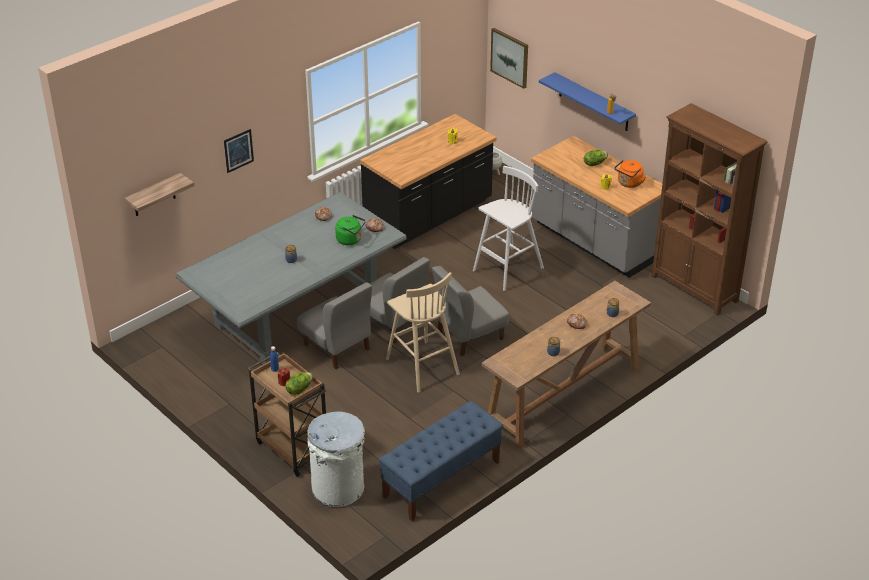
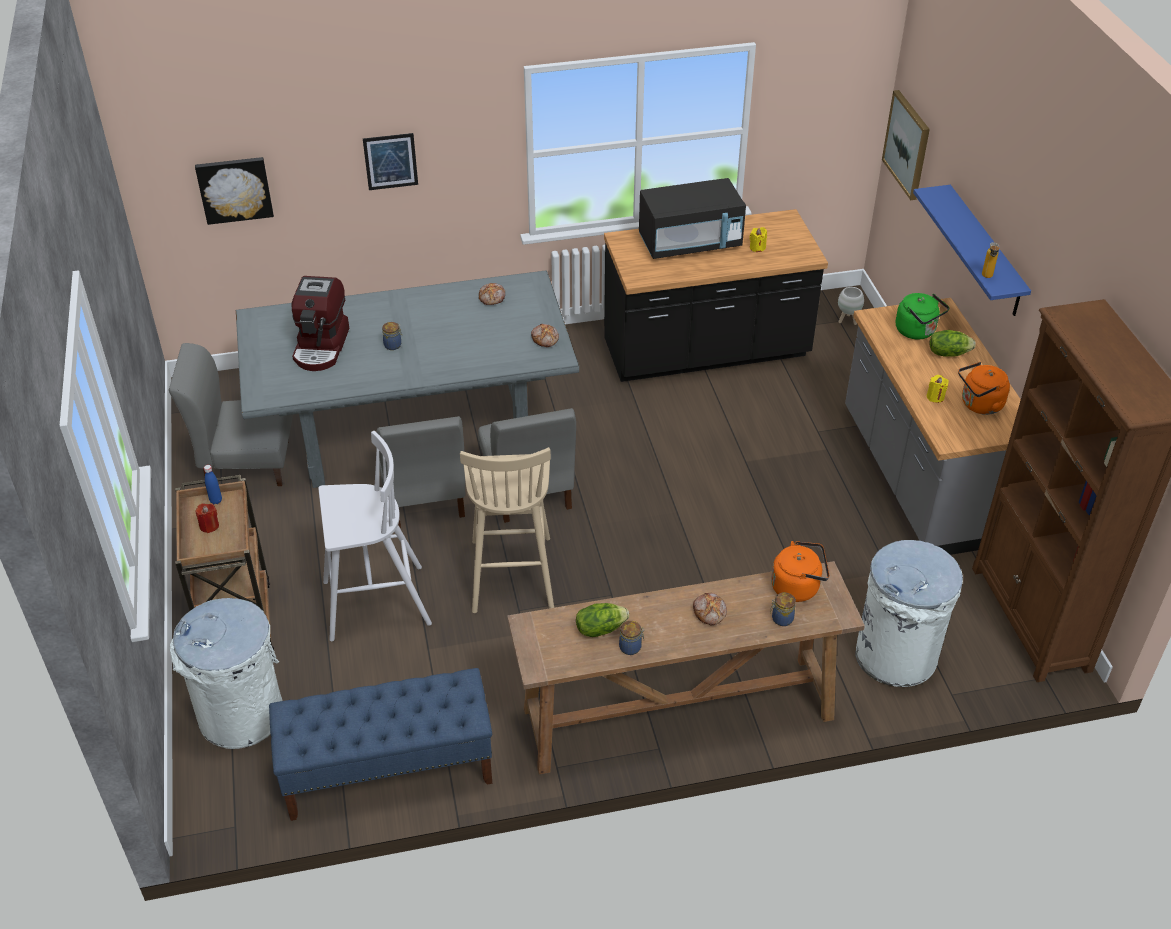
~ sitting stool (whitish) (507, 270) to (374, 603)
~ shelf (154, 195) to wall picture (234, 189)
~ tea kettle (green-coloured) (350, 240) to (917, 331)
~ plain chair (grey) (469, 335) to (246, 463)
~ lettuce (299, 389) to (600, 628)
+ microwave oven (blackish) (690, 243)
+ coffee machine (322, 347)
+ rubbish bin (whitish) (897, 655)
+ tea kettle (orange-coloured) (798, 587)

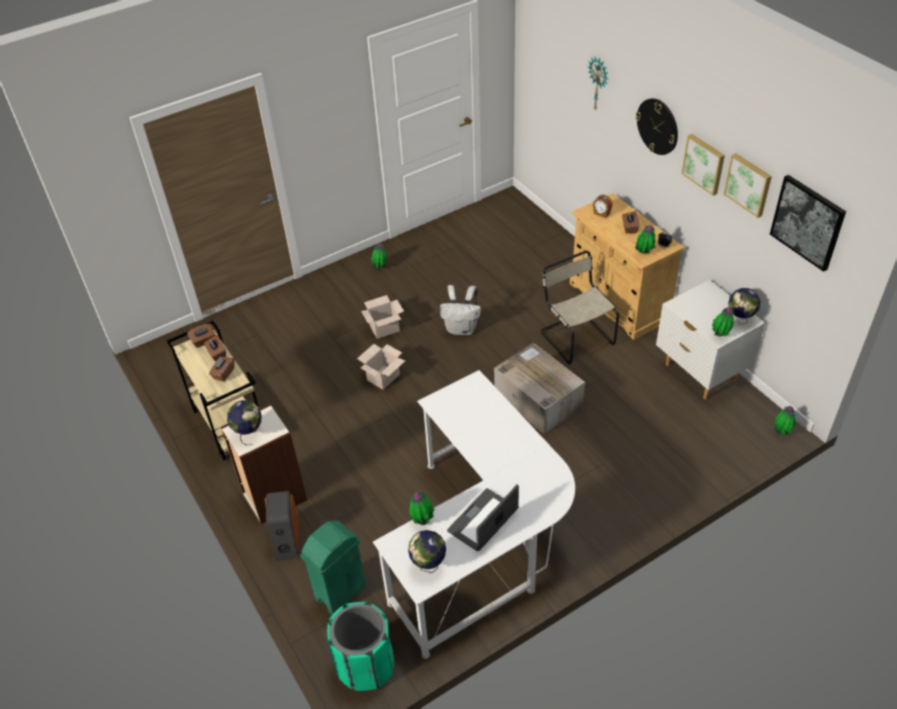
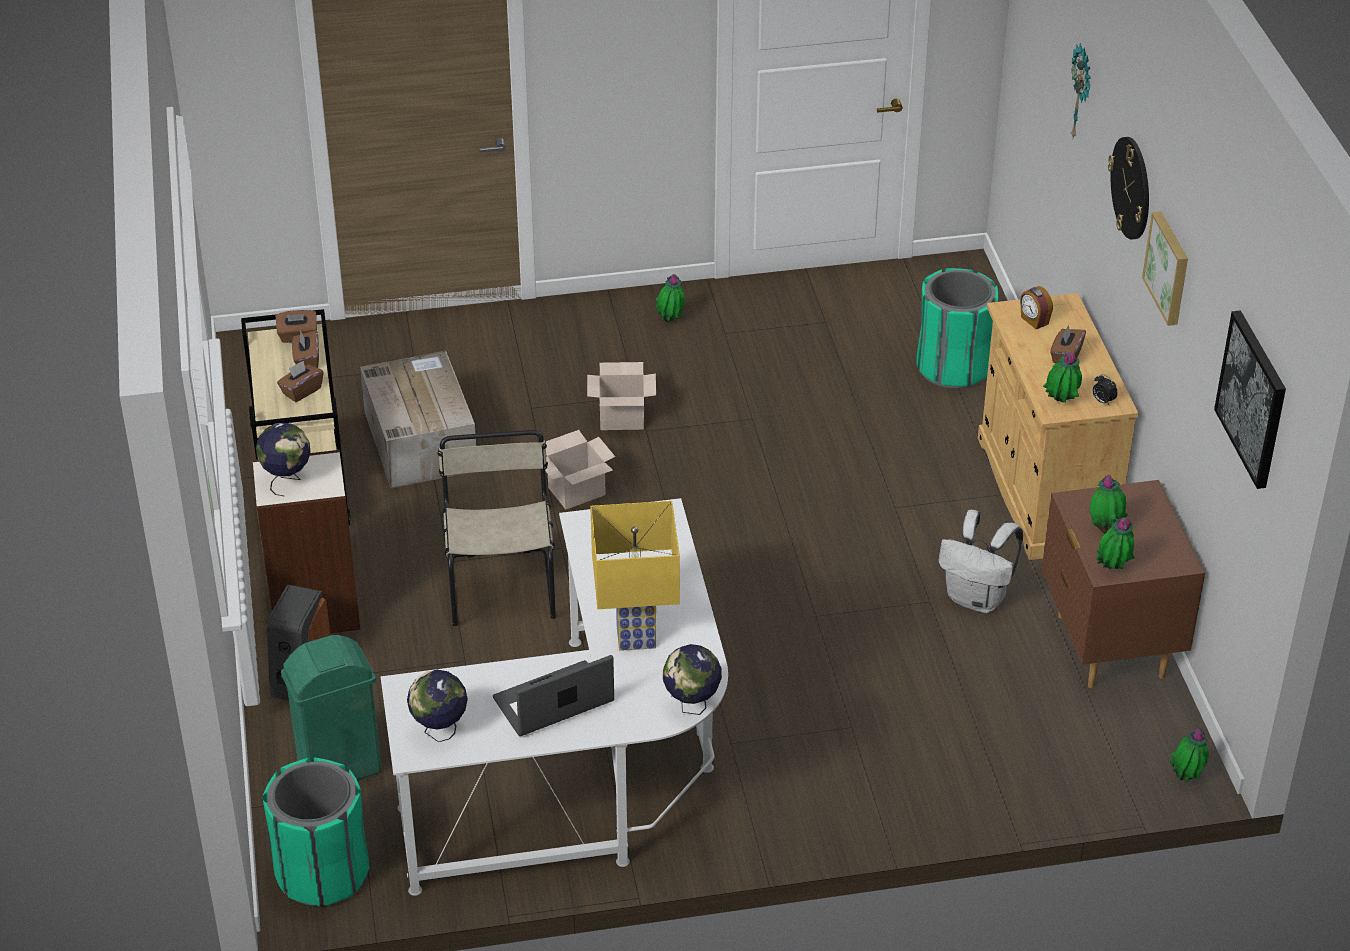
- wall picture (749, 184)
~ plain chair (beige) (575, 337) to (501, 585)
~ nightstand (whitish) (700, 373) to nightstand (brownish) (1108, 646)
~ rucksack (whitish) (462, 329) to (977, 599)
~ world globe (740, 320) to (692, 706)
~ packing box (537, 399) to (419, 440)
~ plant in a pot (422, 520) to (1105, 529)
+ rubbish bin (green-coloured) (953, 366)
+ tabletop lamp (yellowish) (635, 637)

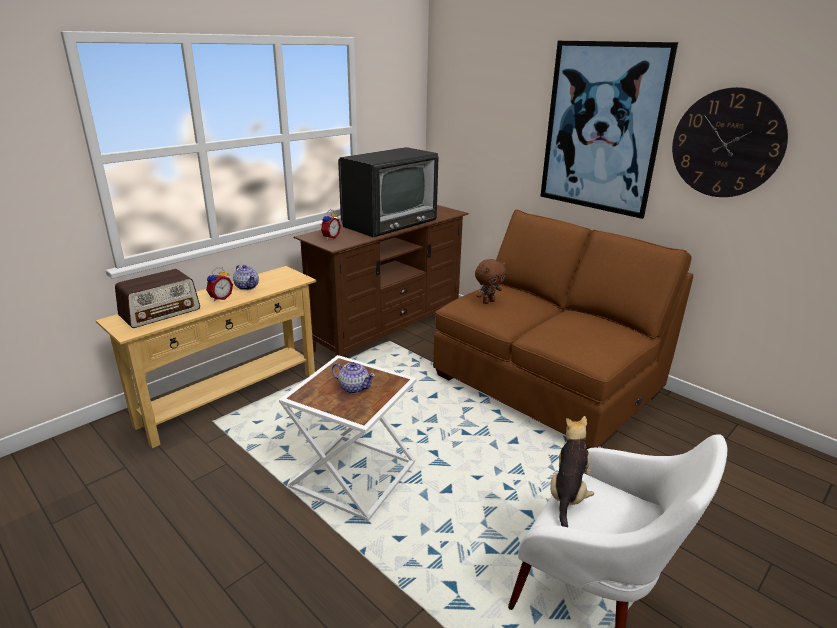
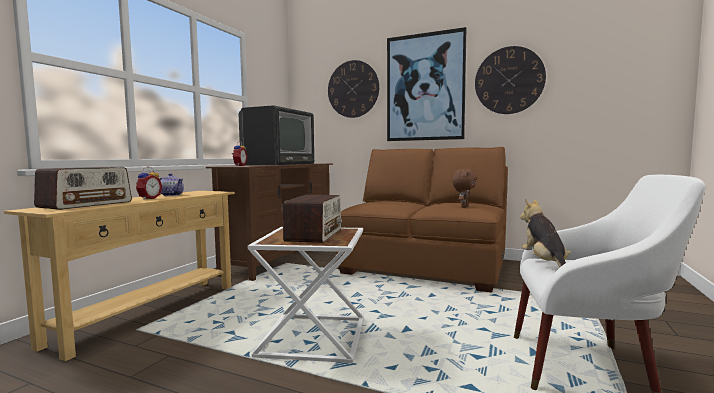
~ plush toy (brownish) (488, 302) to (464, 207)
~ tea pot (353, 387) to radio (314, 234)
+ wall clock (353, 89)

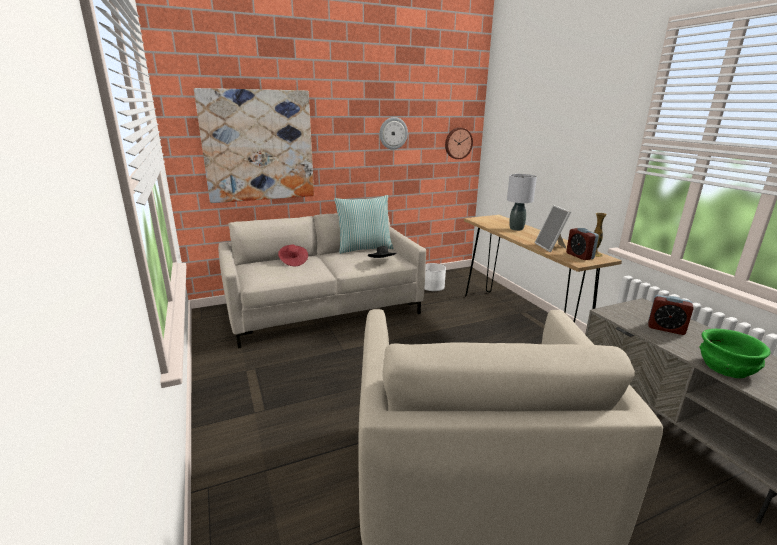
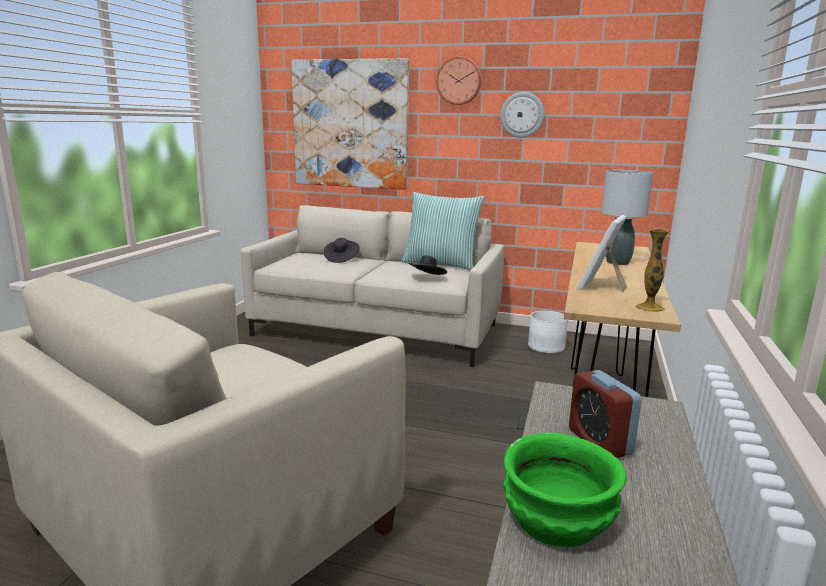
~ wall clock (458, 143) to (459, 81)
- table clock (579, 256)
~ hat (red) (293, 262) to hat (blackish) (341, 259)

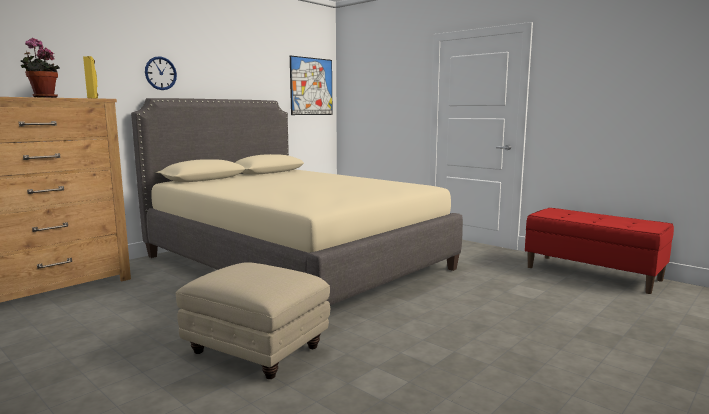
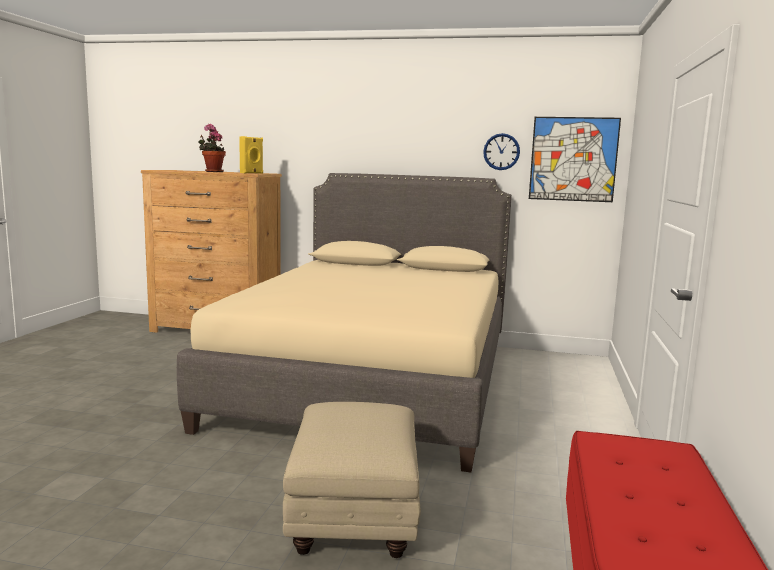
~ wall clock (160, 73) to (501, 151)
~ ottoman (beige) (258, 351) to (354, 519)

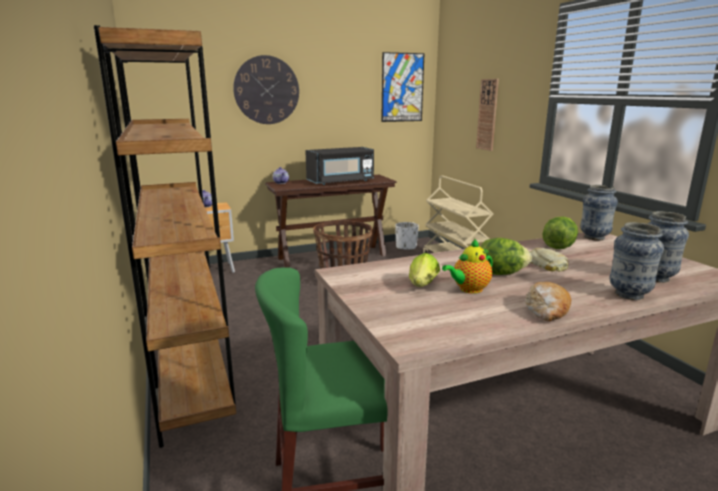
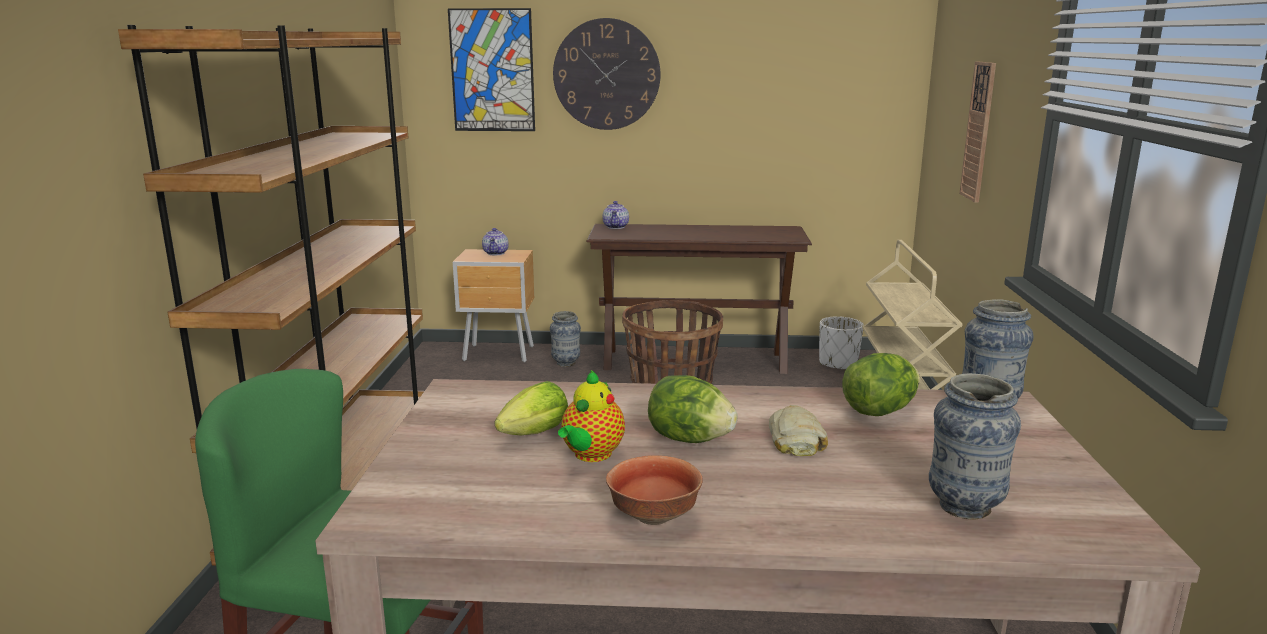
~ wall picture (402, 87) to (492, 70)
- microwave oven (blackish) (341, 181)
~ vase (629, 295) to (566, 363)
~ tea pot (469, 289) = (591, 455) 60 degrees counterclockwise
~ bakery bread (547, 310) to bowl (652, 517)

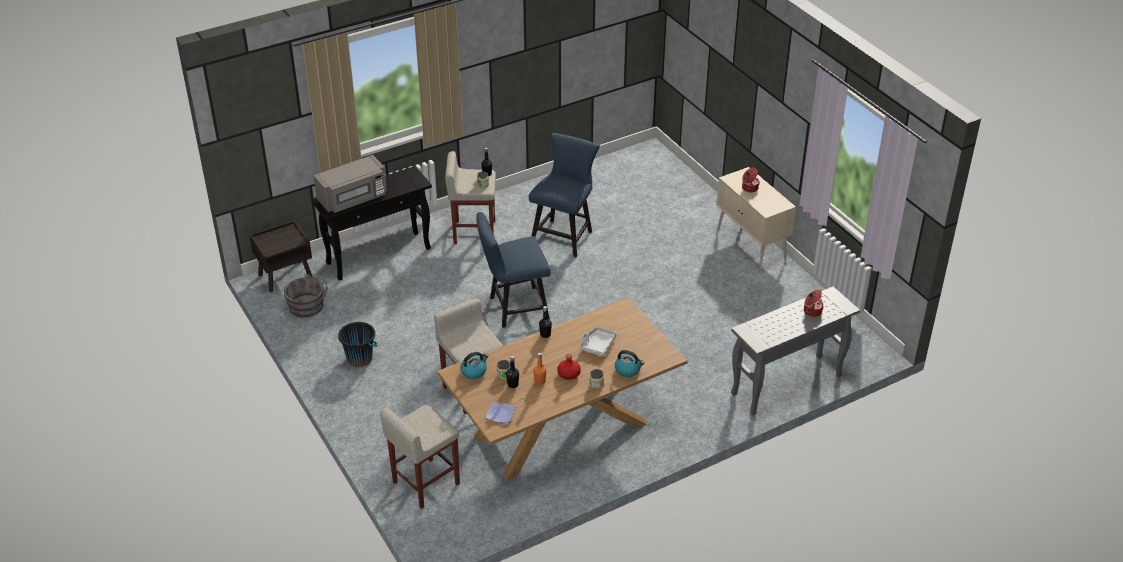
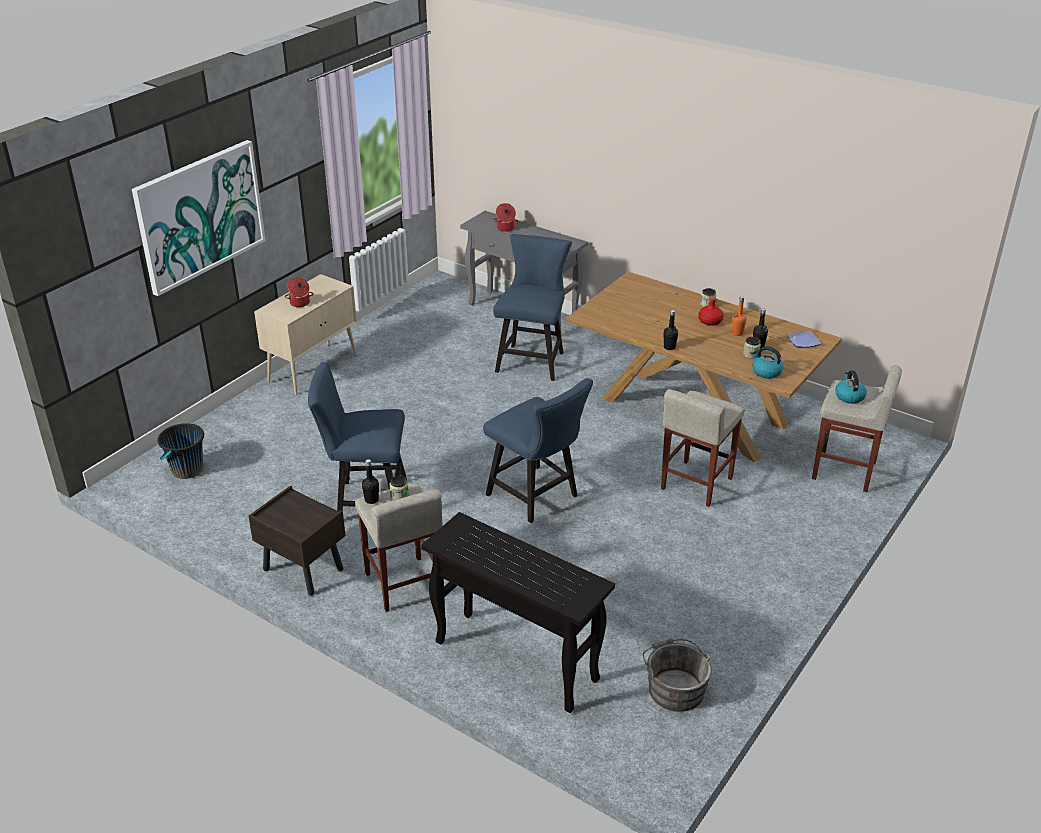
- microwave oven (grey) (353, 199)
~ nightstand (brownish) (286, 276) to (302, 569)
~ bucket (blackish) (360, 358) to (187, 470)
- serving tray (grey) (598, 345)
~ tea kettle (628, 370) to (849, 396)
+ wall picture (200, 215)
+ plain chair (blue-coloured) (532, 359)

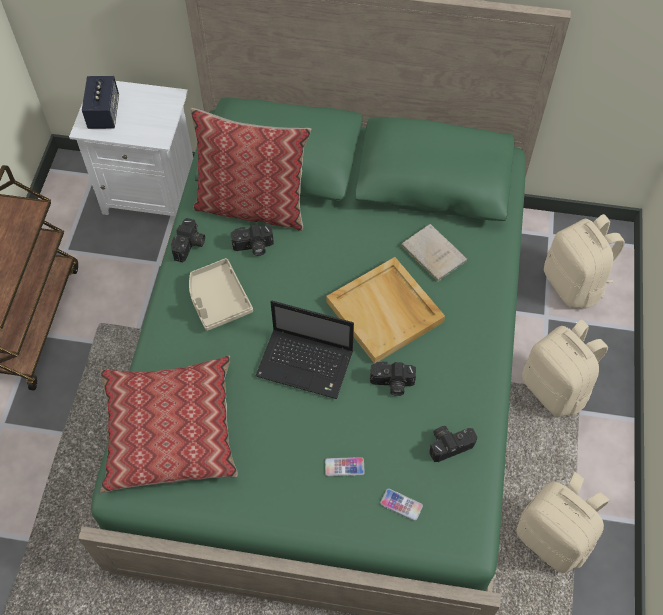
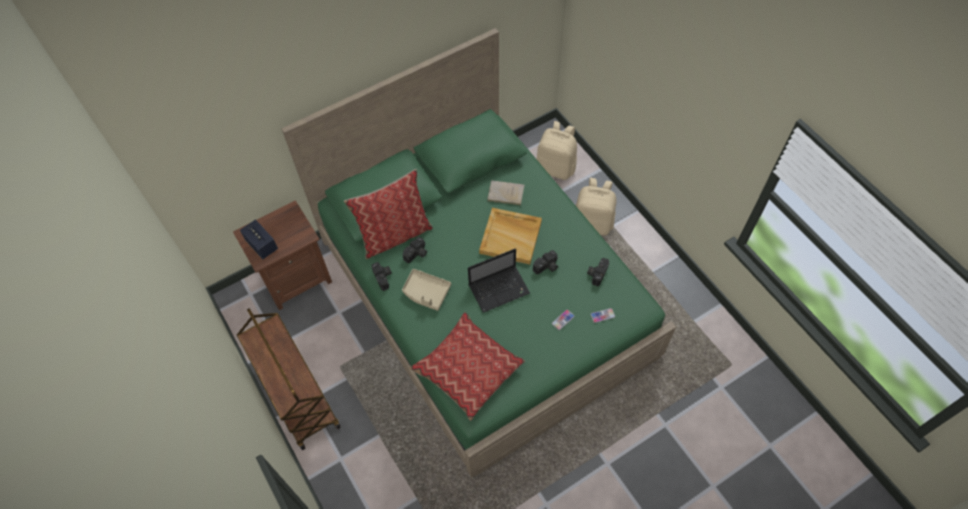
~ nightstand (whitish) (151, 192) to nightstand (brownish) (295, 278)
- rucksack (beige) (553, 537)

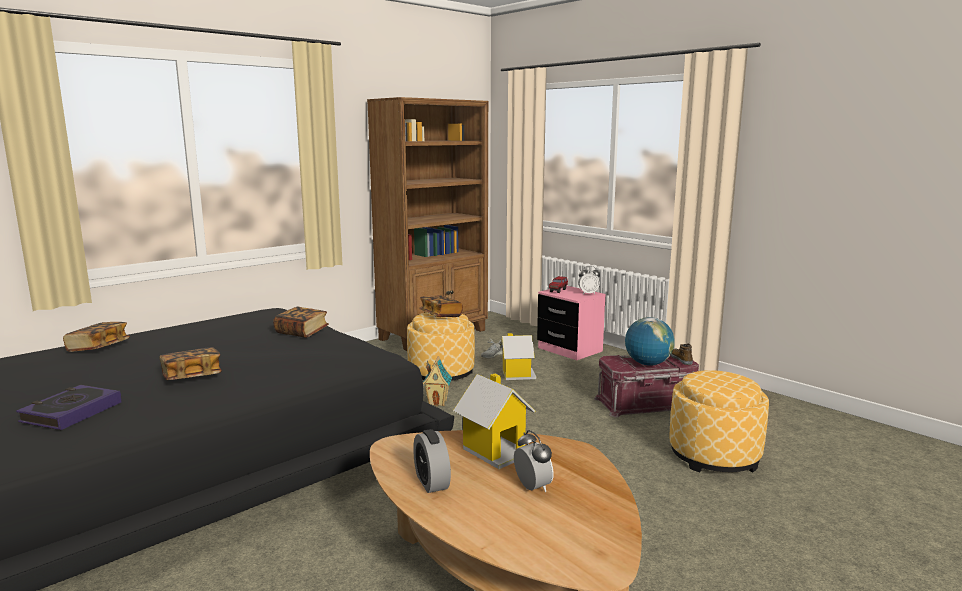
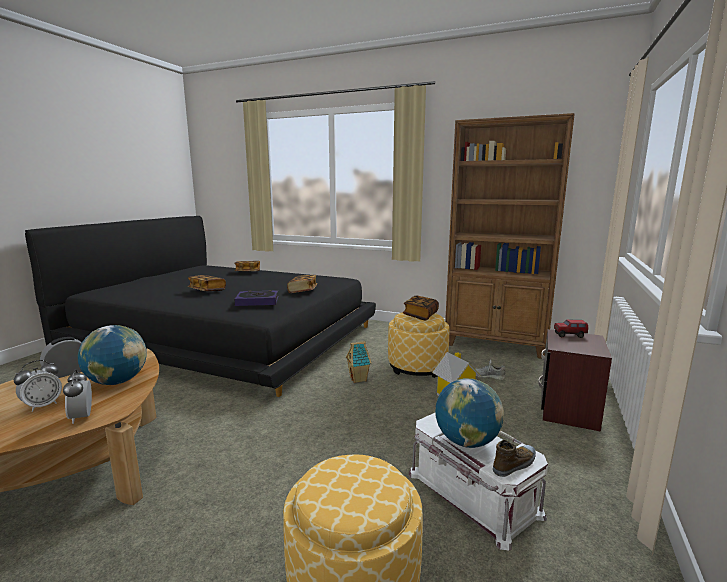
~ table clock (588, 293) to (82, 417)
~ nightstand (pinkish) (569, 350) to nightstand (brownish) (568, 410)
~ storage box (red) (646, 404) to storage box (whitish) (471, 494)
~ model house (495, 450) to world globe (117, 382)
~ bound book (71, 412) to (257, 301)

